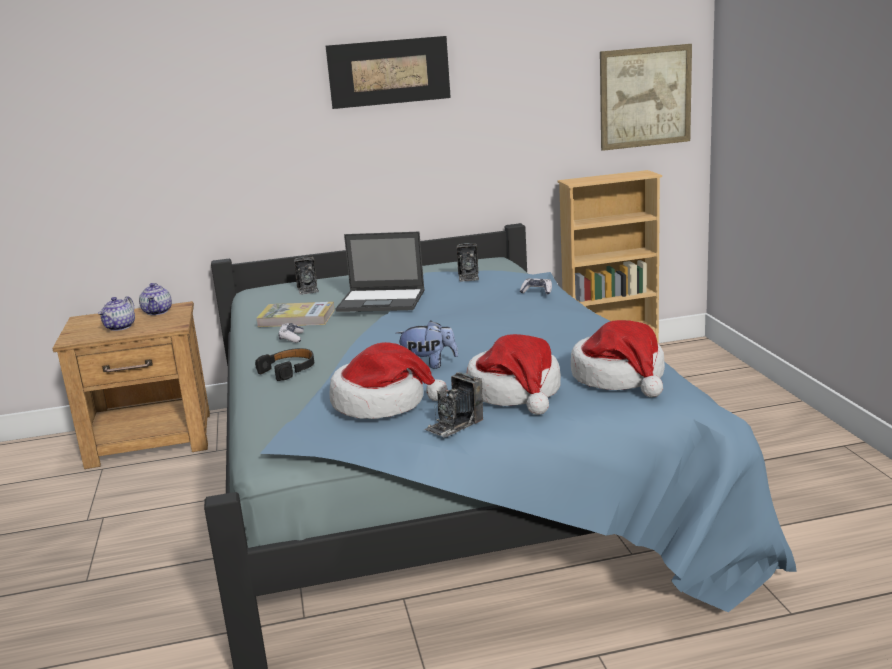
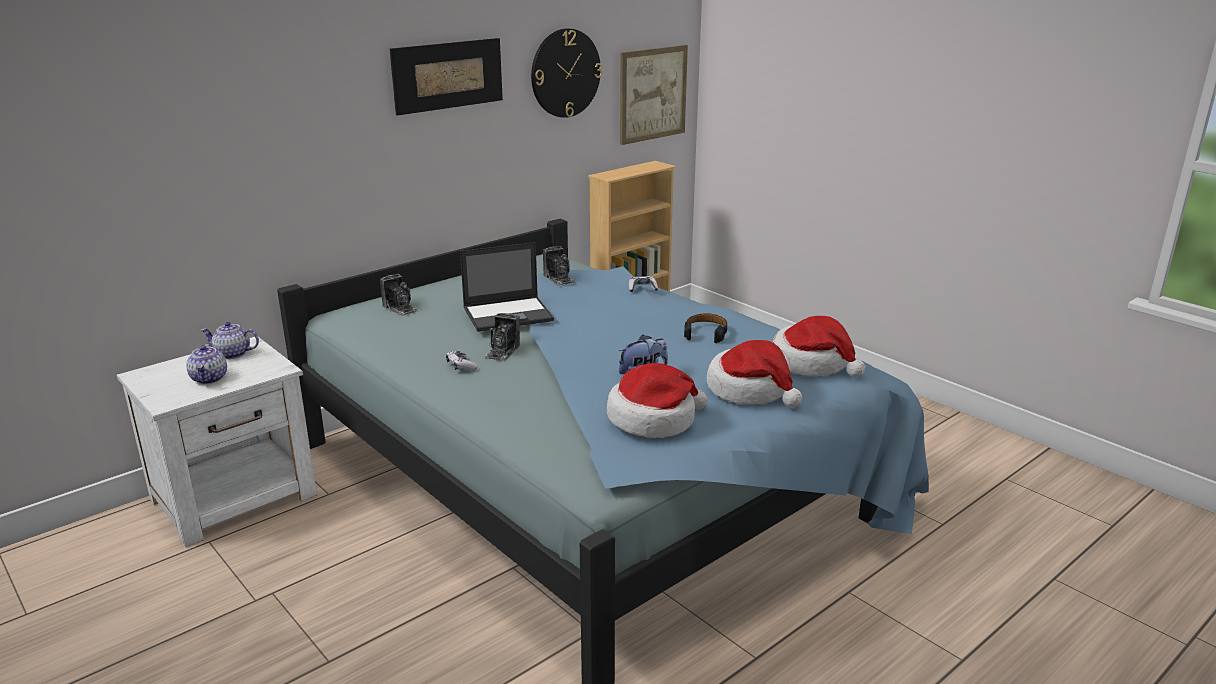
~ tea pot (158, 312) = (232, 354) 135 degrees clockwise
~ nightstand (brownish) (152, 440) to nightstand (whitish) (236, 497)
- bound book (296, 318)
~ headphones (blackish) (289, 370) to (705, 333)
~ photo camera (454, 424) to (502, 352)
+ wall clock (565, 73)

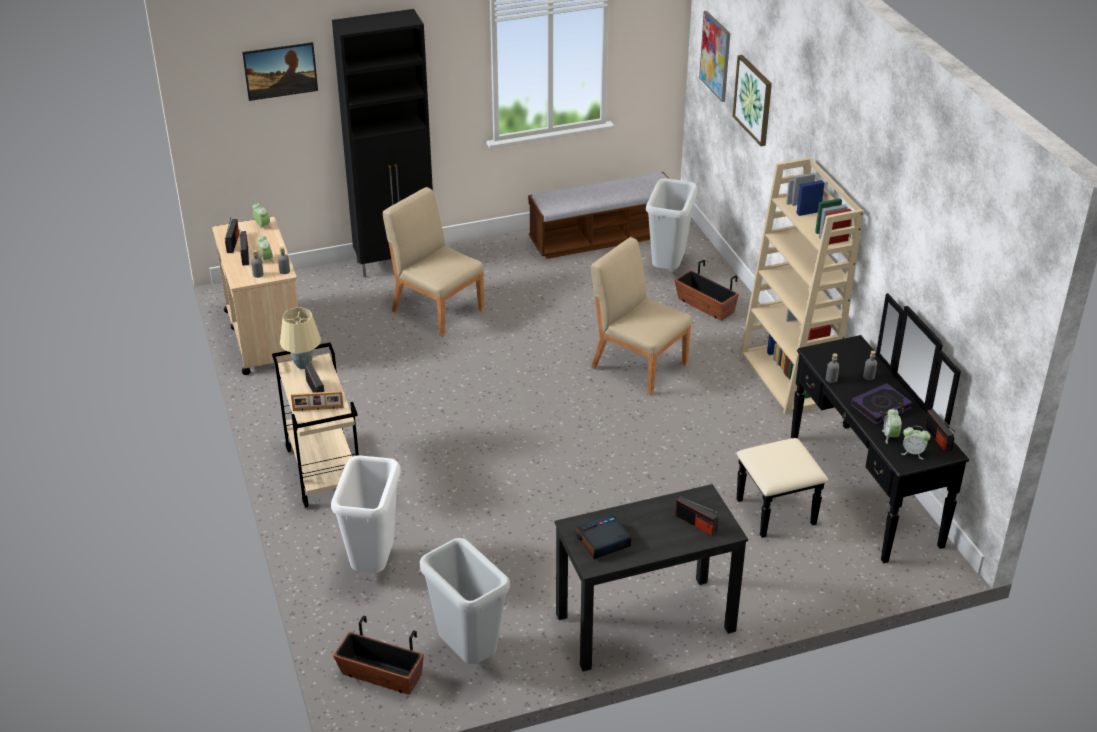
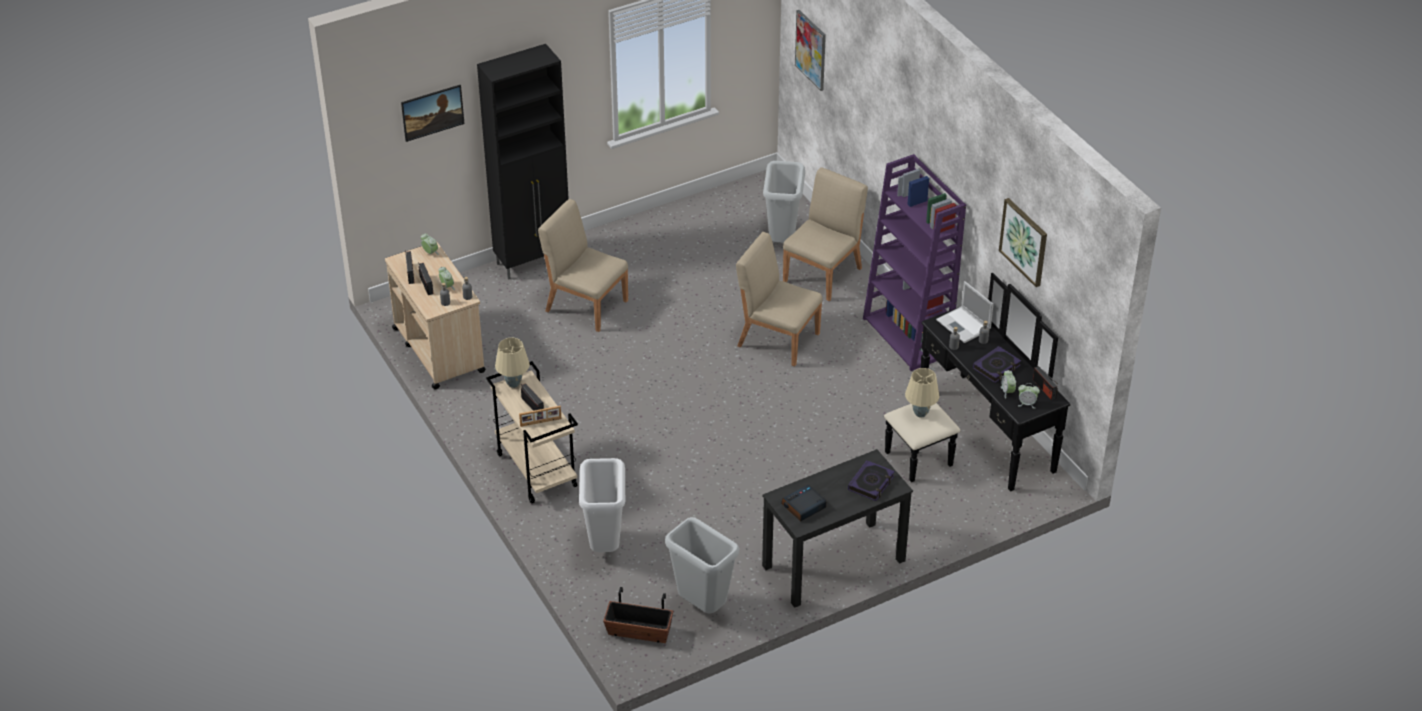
~ wall picture (754, 100) to (1024, 241)
~ shelving unit (beige) (788, 378) to shelving unit (purplish) (908, 337)
- indoor bench (603, 238)
~ flower pot (705, 306) to plain chair (beige) (823, 274)
~ radio (696, 524) to bound book (871, 483)
+ notebook computer (964, 325)
+ tabletop lamp (beige) (920, 413)

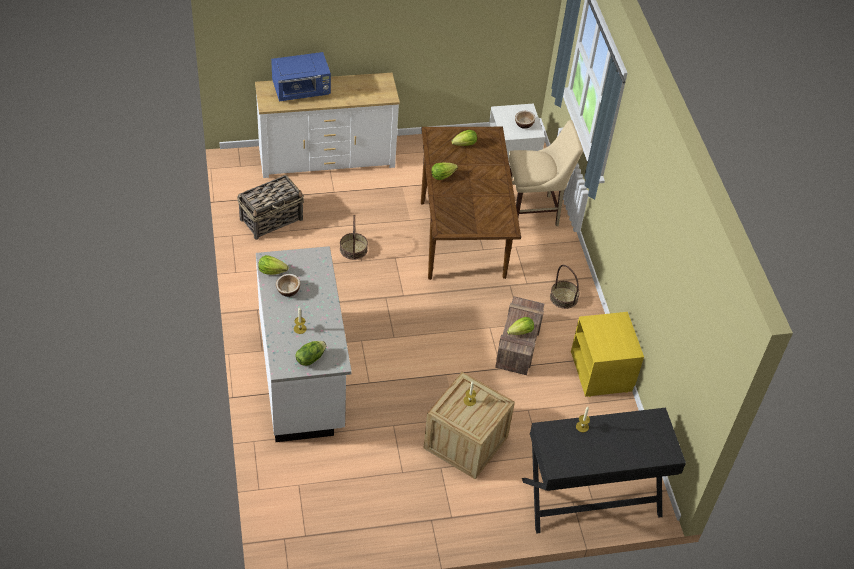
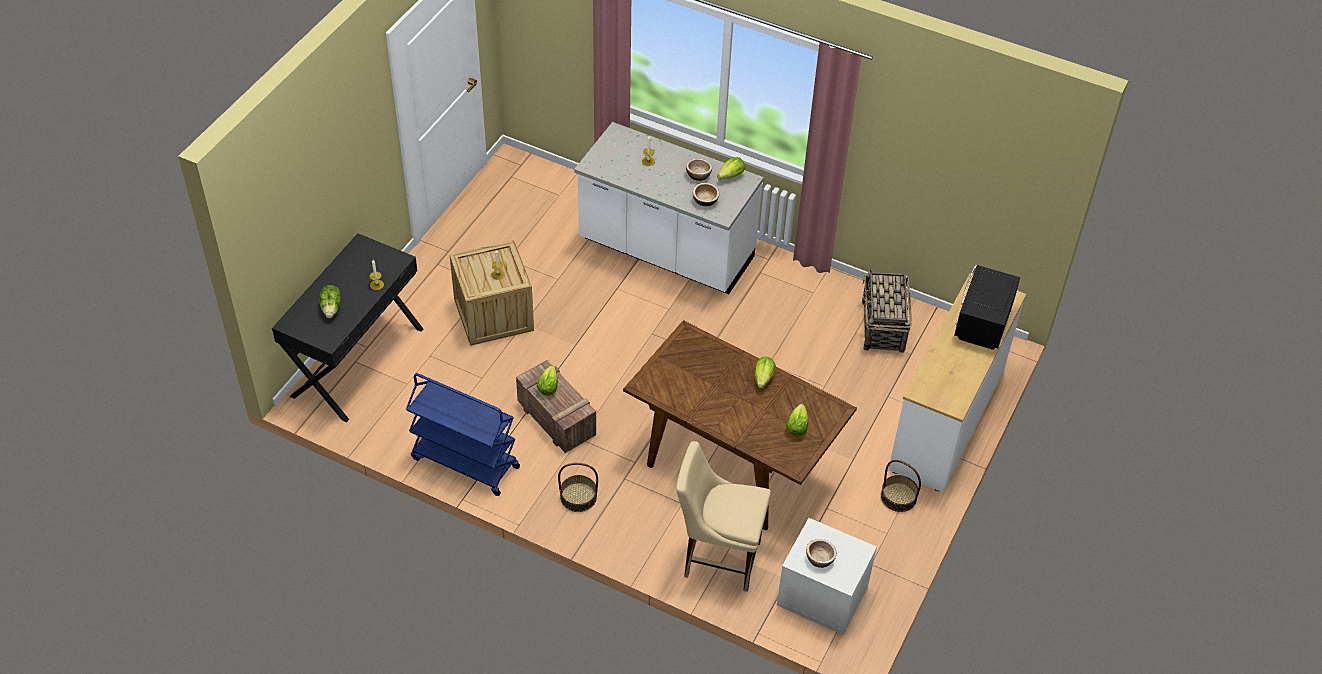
~ microwave oven (blue-coloured) (302, 91) to microwave oven (blackish) (982, 323)
~ plain chair (beige) (535, 212) = (718, 557) 75 degrees clockwise
~ storage basket (353, 249) to (898, 497)
~ nightstand (yellowish) (602, 372) to cart (blue-coloured) (464, 463)
~ lettuce (310, 358) to (331, 308)
+ bowl (705, 200)

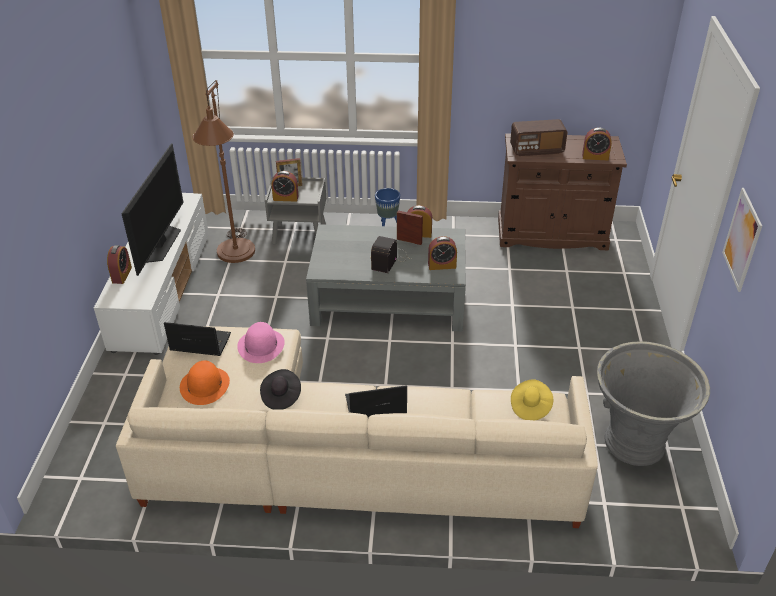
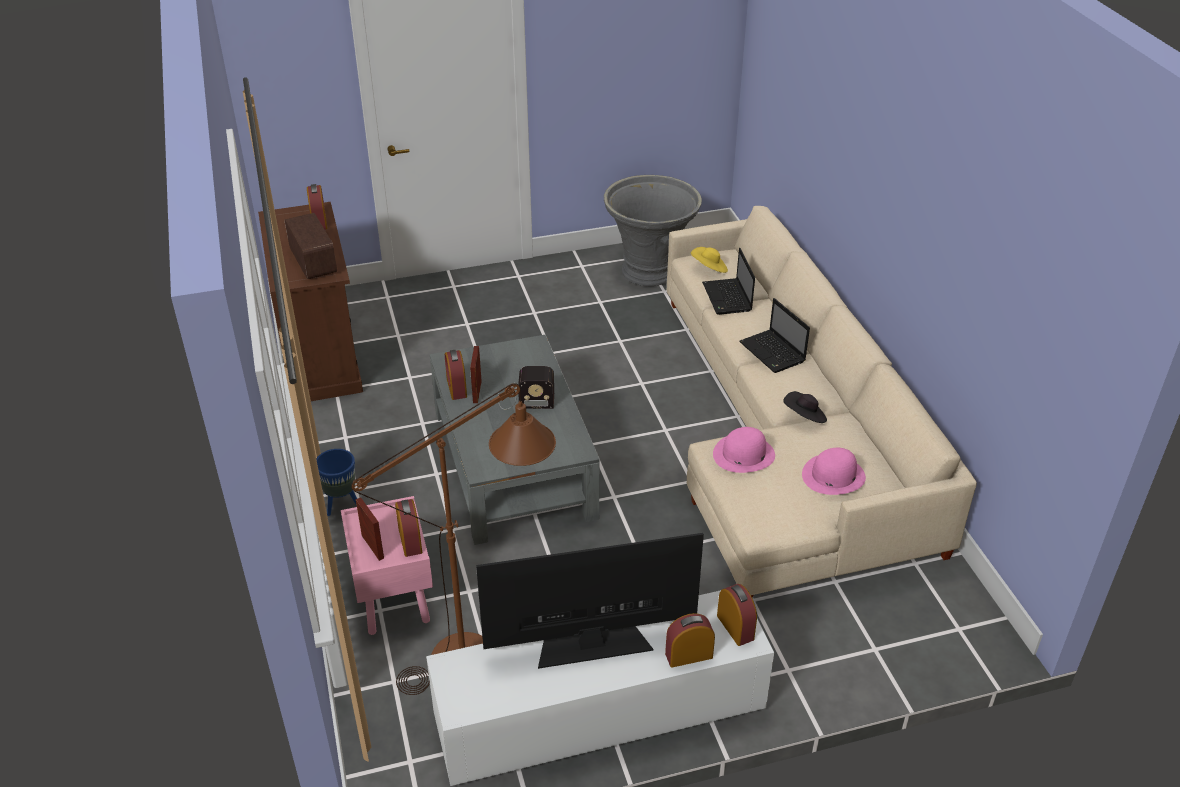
~ nightstand (grey) (300, 235) to nightstand (pinkish) (392, 597)
- wall picture (742, 239)
~ table clock (442, 265) to (735, 627)
~ notebook computer (199, 343) to (727, 298)
~ hat (orange-coloured) (205, 385) to hat (pinkish) (833, 476)

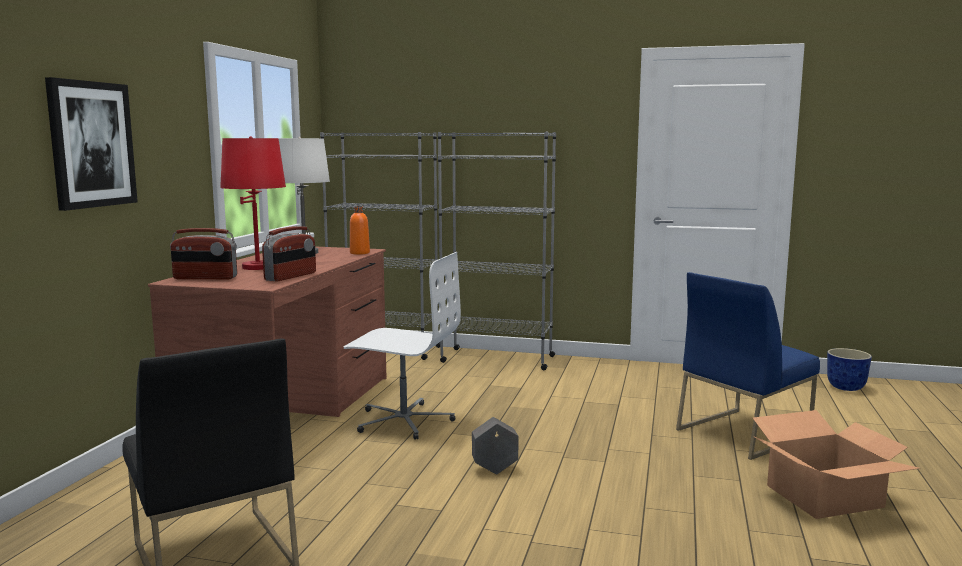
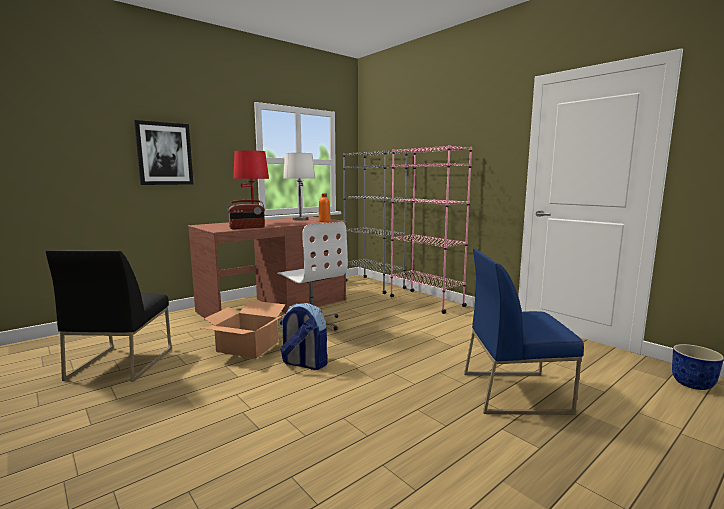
~ shelving unit (grey) (497, 359) to shelving unit (pinkish) (426, 301)
- radio (205, 278)
~ packing box (825, 497) to (247, 347)
~ flower pot (grey) (494, 470) to rucksack (304, 364)

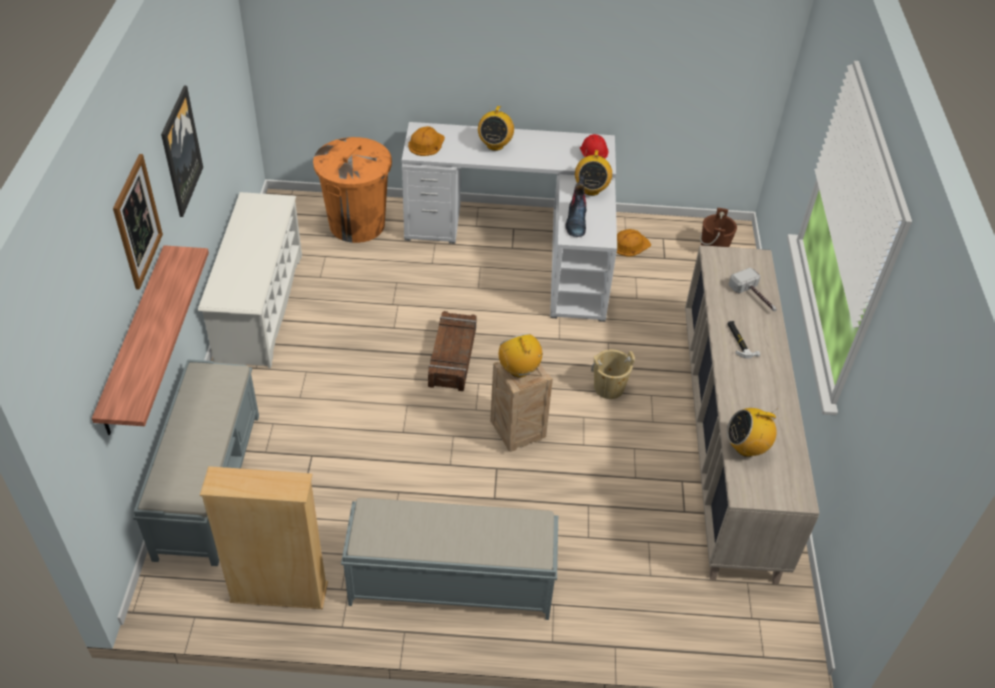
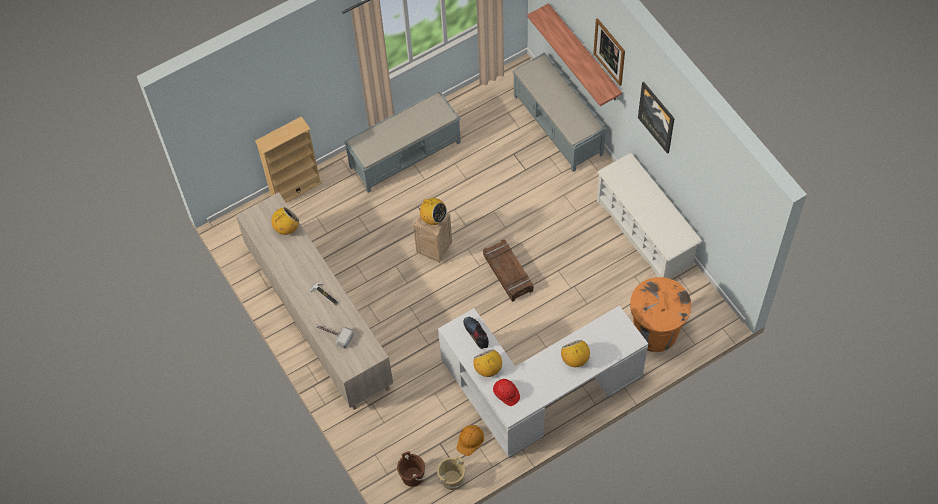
- safety helmet (orange-coloured) (426, 144)
~ bucket (beige) (609, 387) to (452, 479)
~ shelving unit (beige) (279, 593) to (295, 189)

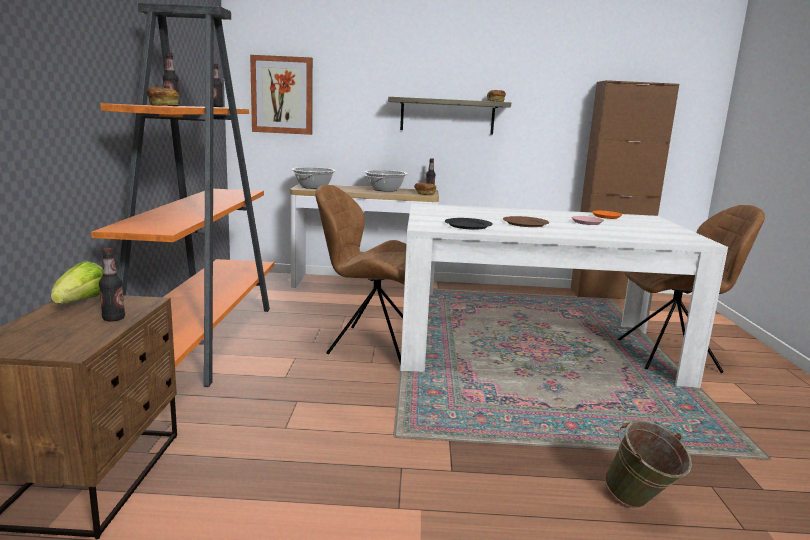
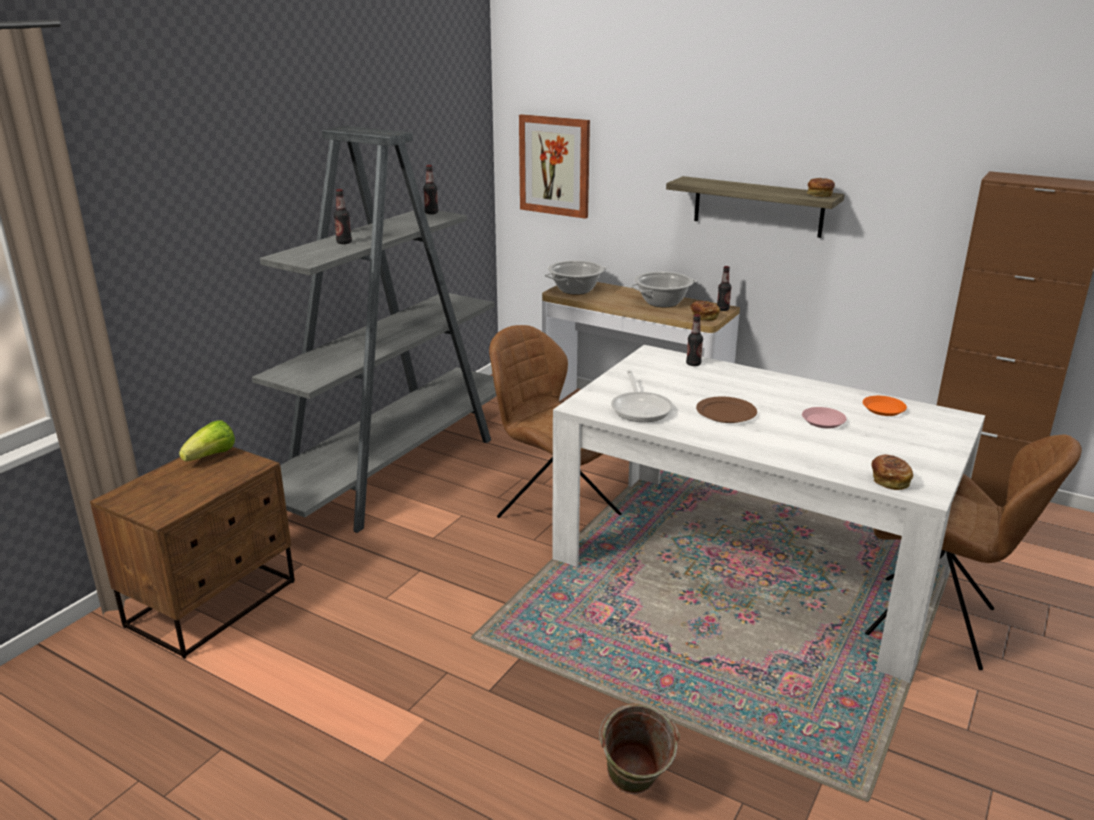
~ shelving unit (orange-coloured) (202, 338) to shelving unit (grey) (395, 469)
~ bakery bread (163, 105) to (889, 480)
~ plate (blackish) (468, 225) to frying pan (641, 408)
~ beverage bottle (114, 319) to (693, 364)

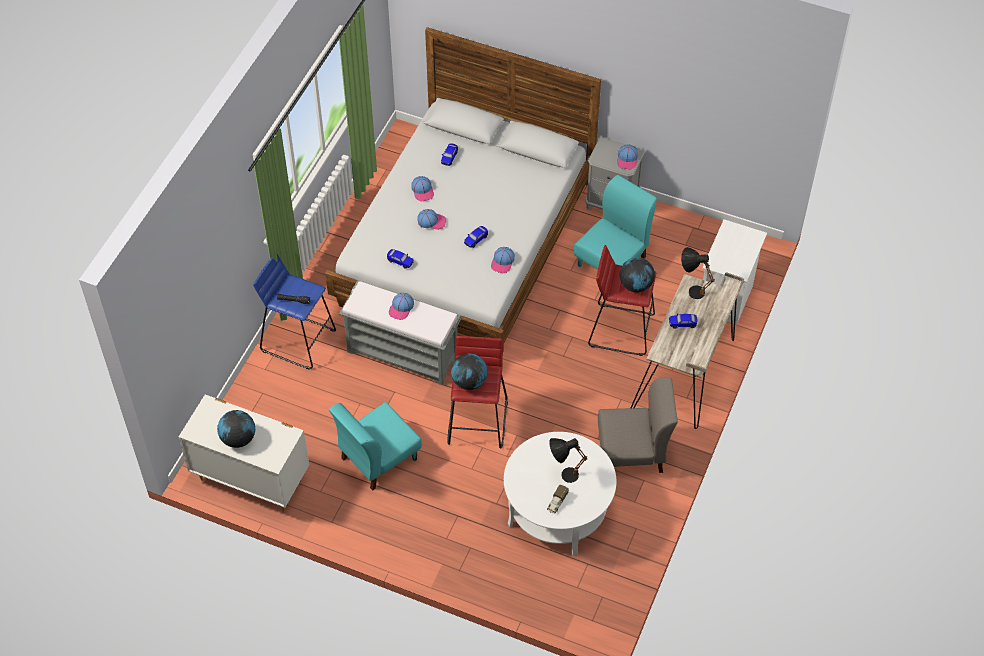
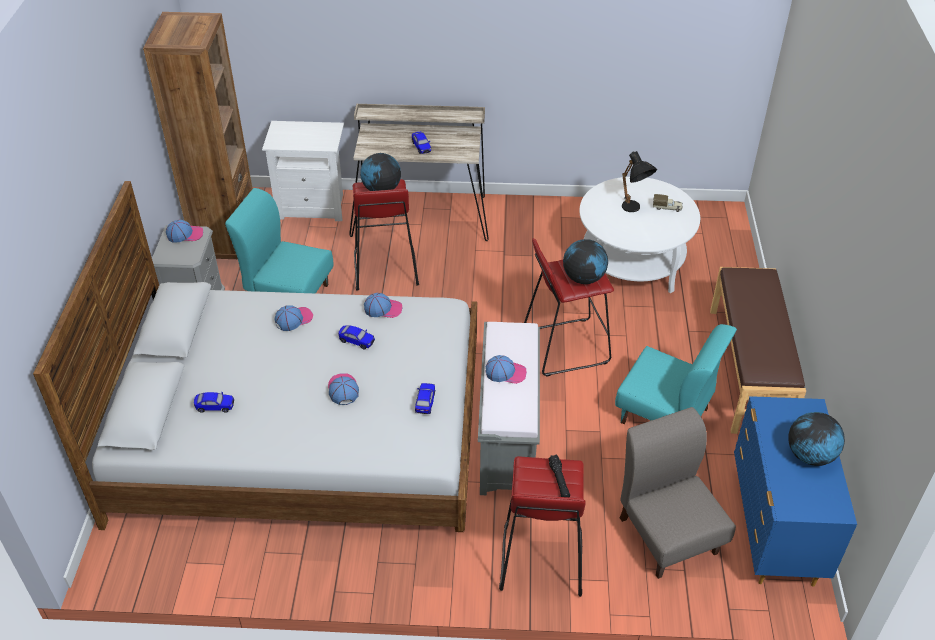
~ peaked cap (423, 191) to (294, 319)
- tabletop lamp (blackish) (691, 289)
~ sitting stool (blue-coloured) (298, 340) to sitting stool (red) (540, 559)
~ plain chair (grey) (632, 452) to (668, 534)
~ drawer chest (whitish) (250, 479) to drawer chest (blue-coloured) (774, 531)
+ shelving unit (brownish) (227, 244)
+ indoor bench (brownish) (749, 369)

